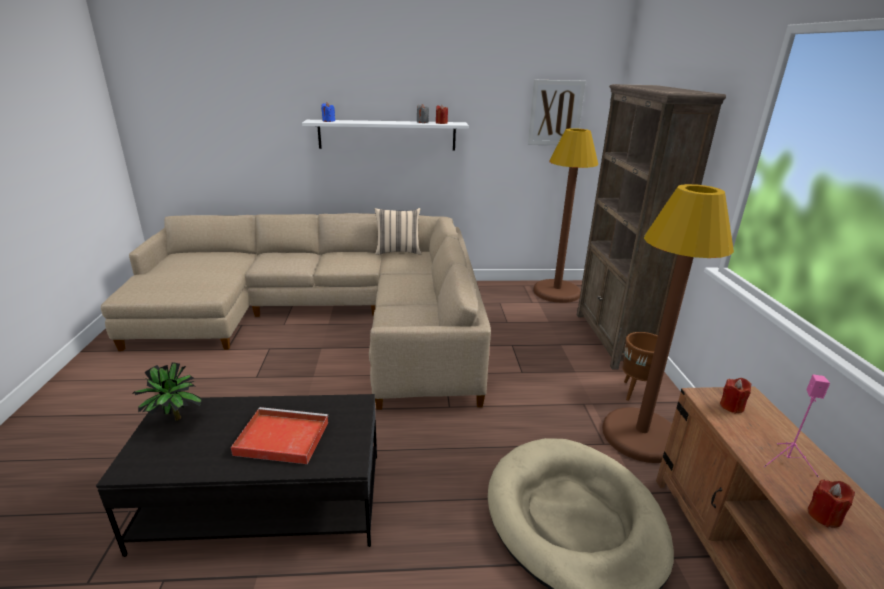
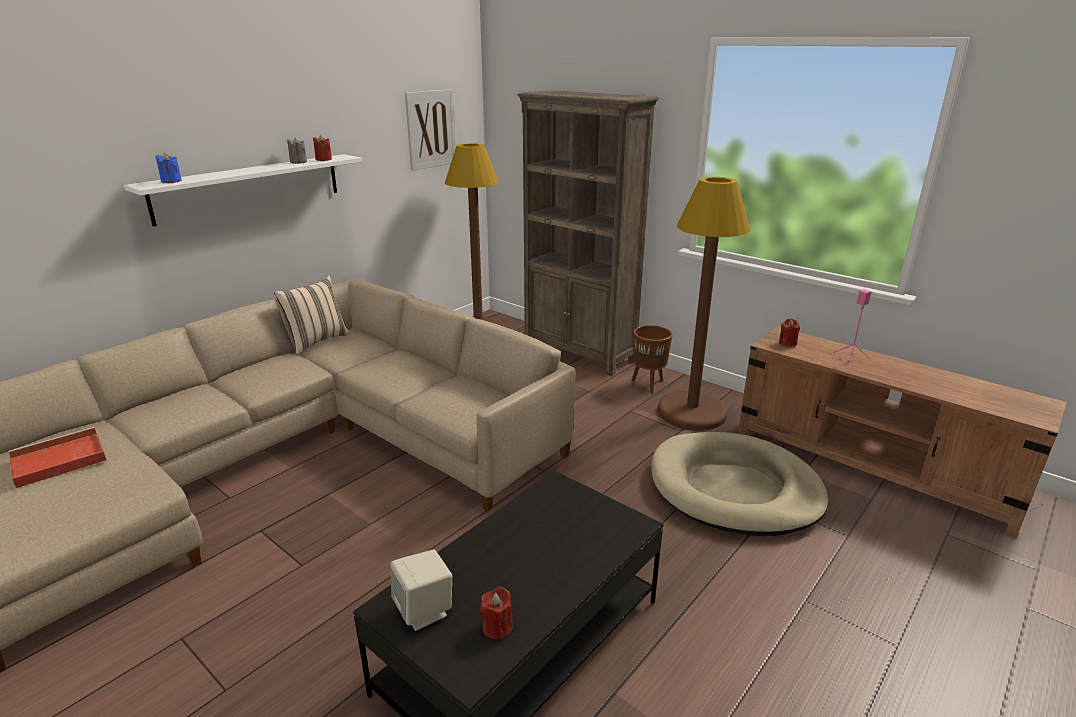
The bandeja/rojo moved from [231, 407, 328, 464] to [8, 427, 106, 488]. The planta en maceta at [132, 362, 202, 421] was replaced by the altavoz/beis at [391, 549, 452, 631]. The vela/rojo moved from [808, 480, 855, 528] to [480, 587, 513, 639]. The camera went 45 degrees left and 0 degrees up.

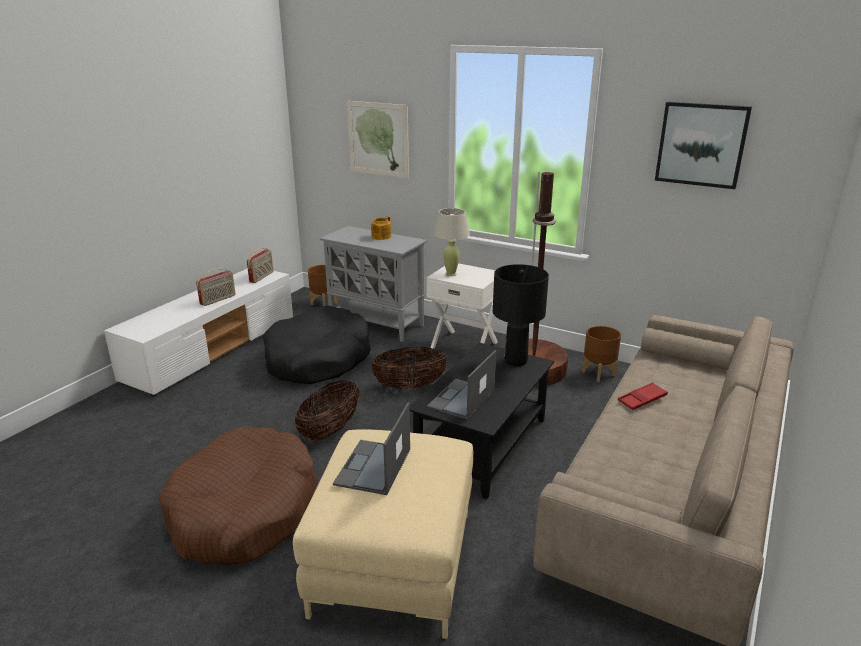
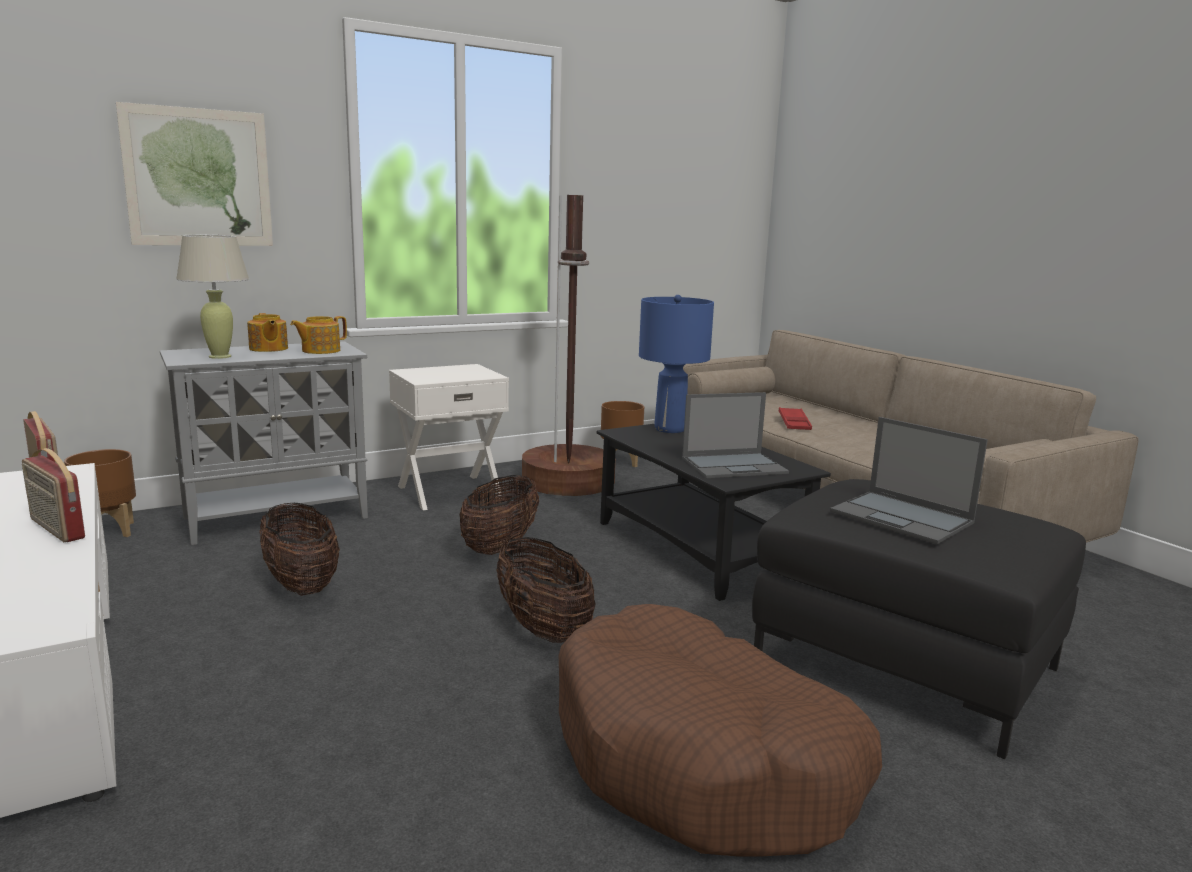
The radio at [196, 269, 236, 306] turned 150 degrees clockwise. The lámpara de mesa/beis moved from [434, 208, 470, 276] to [176, 235, 249, 359]. The cama para perro/negro at [263, 305, 371, 384] was replaced by the cesta at [260, 503, 340, 596]. The tetera at [290, 316, 347, 354] appeared. The lámpara de mesa/negro at [493, 264, 549, 366] became the lámpara de mesa/azul at [639, 295, 714, 433]. The portátil at [427, 350, 497, 420] turned 75 degrees counterclockwise. The puf/beis at [293, 429, 474, 639] became the puf/negro at [752, 479, 1086, 759]. The cuadro at [655, 102, 752, 189] disappeared. The camera went 60 degrees left and 10 degrees down.

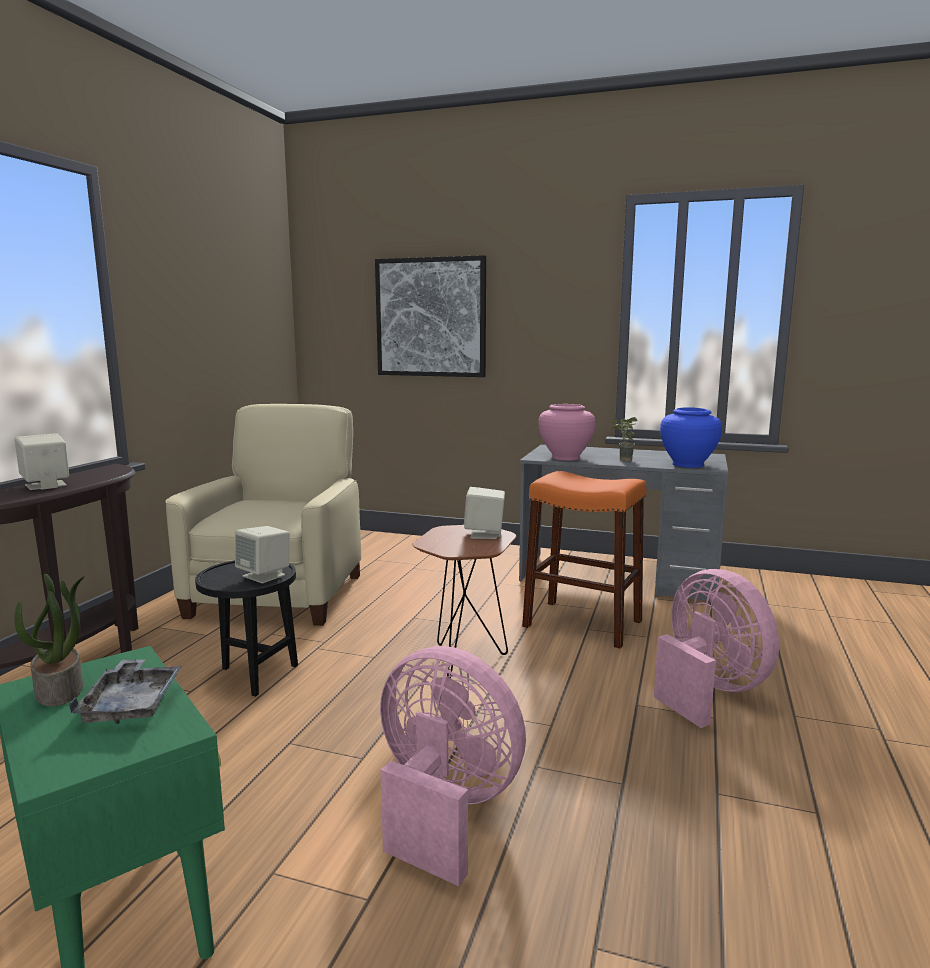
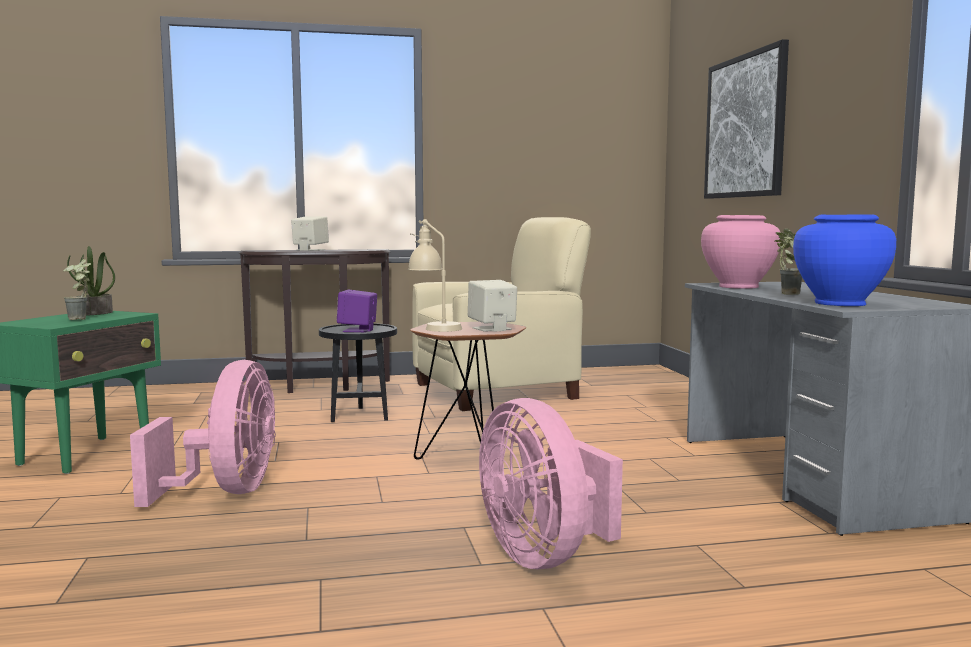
The bandeja/gris at [69, 659, 182, 724] was replaced by the planta en maceta at [63, 259, 91, 320]. The altavoz/beis at [235, 526, 290, 583] became the altavoz/morado at [337, 290, 377, 332]. The lámpara de mesa/beis at [408, 219, 462, 332] appeared. The ventilador/rosa at [654, 569, 779, 728] turned 120 degrees clockwise. The taburete/naranja at [522, 471, 646, 649] disappeared. The camera went 60 degrees right and 5 degrees down.

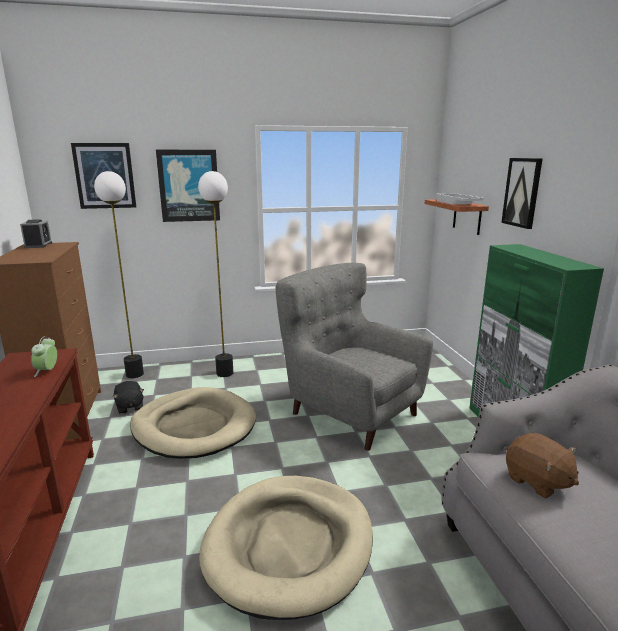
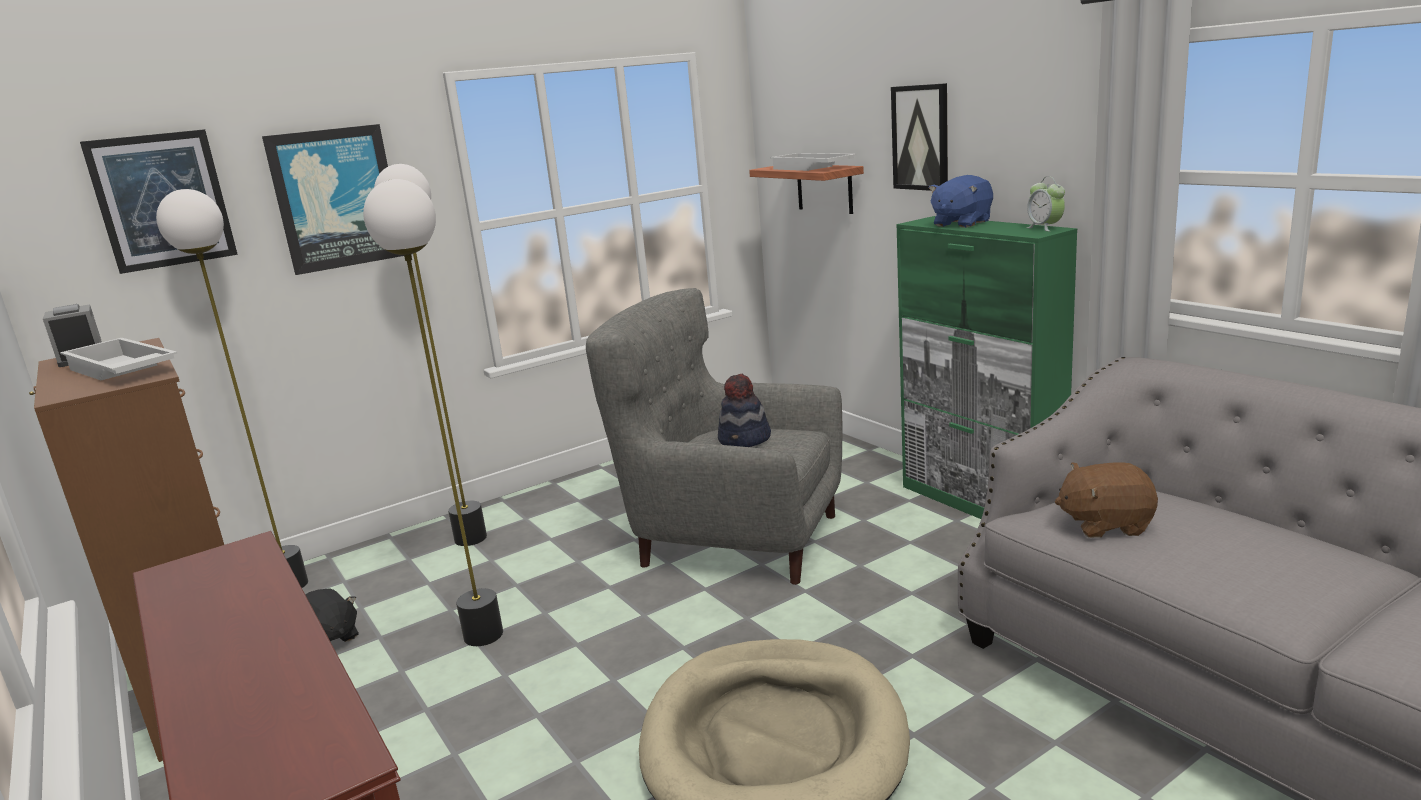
The bandeja/blanco at [60, 338, 178, 380] appeared. The cama para perro/beis at [130, 387, 256, 459] was replaced by the lámpara de pie at [363, 179, 503, 646]. The sombrero at [718, 374, 771, 447] appeared. The peluche/azul at [929, 175, 993, 228] appeared. The despertador moved from [31, 336, 57, 377] to [1026, 177, 1065, 231]. The peluche/marrón at [506, 433, 579, 498] turned 150 degrees clockwise. The camera went 20 degrees left and 0 degrees up.

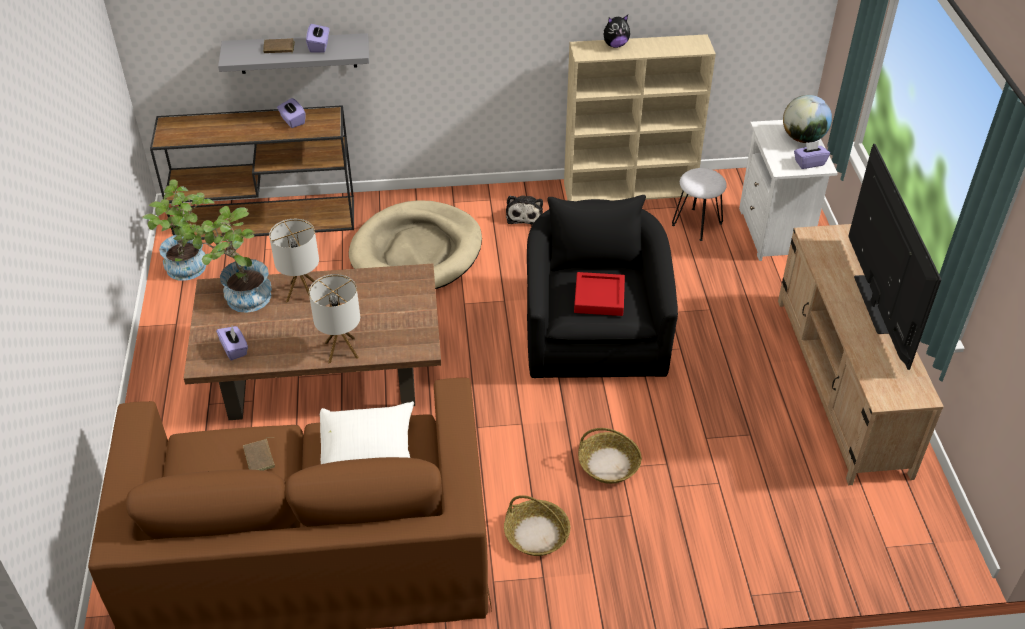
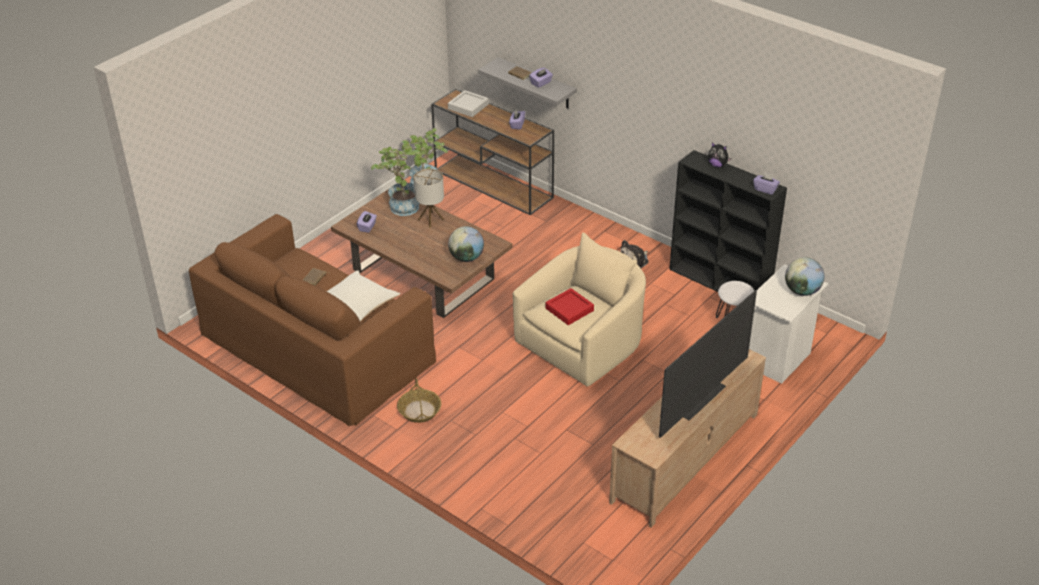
The bandeja/gris at [448, 90, 489, 117] appeared. The globo terráqueo at [448, 226, 484, 262] appeared. The sillón/negro at [527, 195, 678, 378] became the sillón/beis at [513, 233, 646, 387]. The estantería/beis at [564, 34, 716, 201] became the estantería/negro at [669, 150, 787, 292]. The caja de pañuelos/morado moved from [794, 141, 830, 169] to [753, 172, 780, 195]. The lámpara de mesa at [309, 274, 360, 363] disappeared. The cama para perro/beis at [349, 200, 482, 289] disappeared. The cesta at [578, 428, 642, 484] disappeared. The camera went 45 degrees right and 5 degrees down.

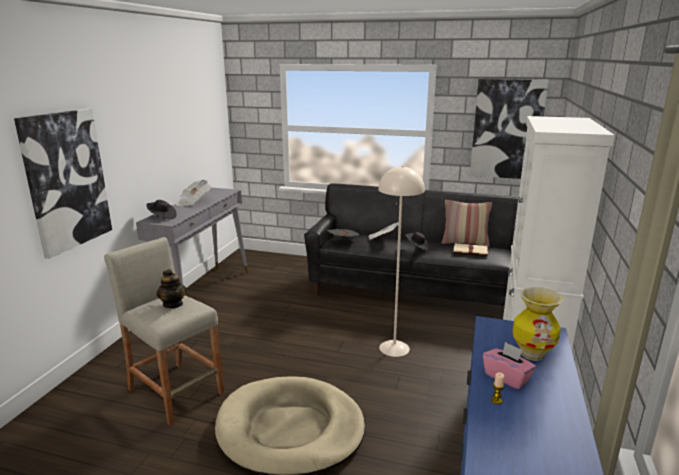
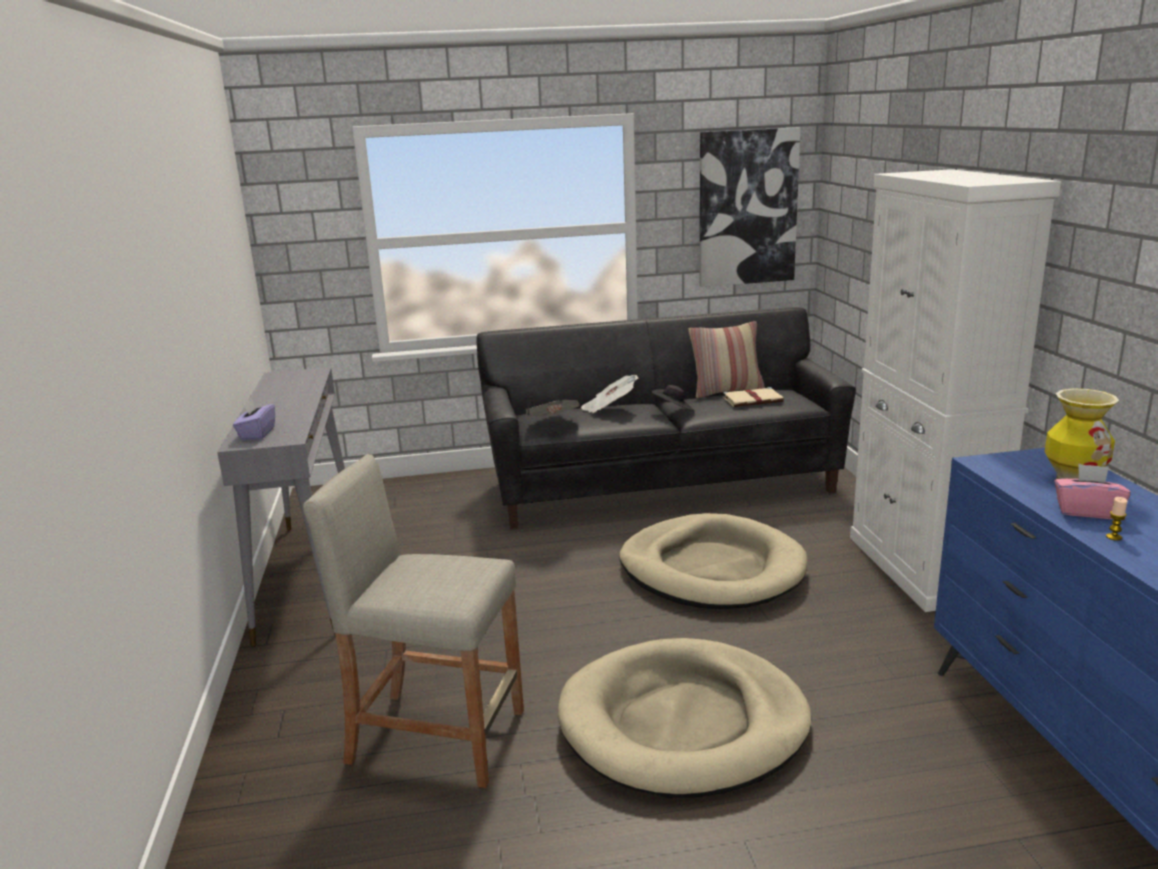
The sombrero/negro at [146, 200, 177, 219] was replaced by the caja de pañuelos/morado at [233, 398, 275, 440]. The lámpara de pie/beis at [378, 166, 425, 357] was replaced by the cama para perro/beis at [619, 513, 808, 609]. The cuadro at [14, 109, 112, 259] disappeared. The tetera at [156, 269, 186, 308] disappeared. The periódico at [176, 180, 211, 206] disappeared. The camera went 25 degrees left and 0 degrees up.

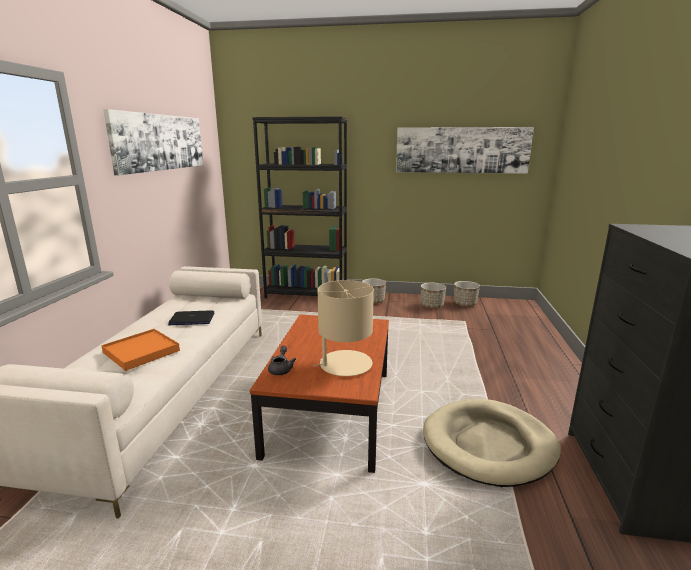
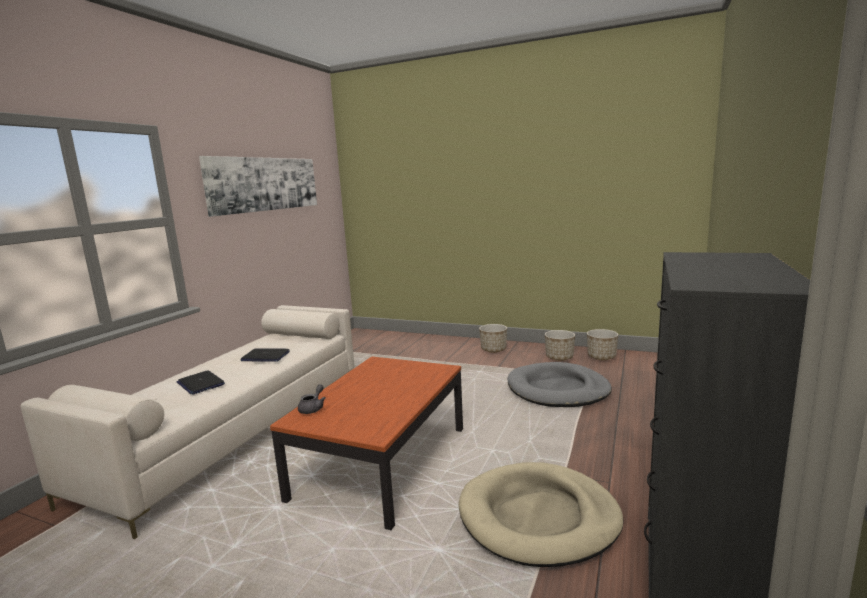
The bandeja/naranja at [101, 329, 180, 371] was replaced by the portátil at [177, 370, 225, 394]. The cama para perro/gris at [508, 362, 612, 407] appeared. The estantería/negro at [252, 116, 347, 298] disappeared. The lámpara de mesa/beis at [313, 280, 374, 376] disappeared. The cuadro at [396, 127, 534, 174] disappeared. The camera went 15 degrees right and 5 degrees down.

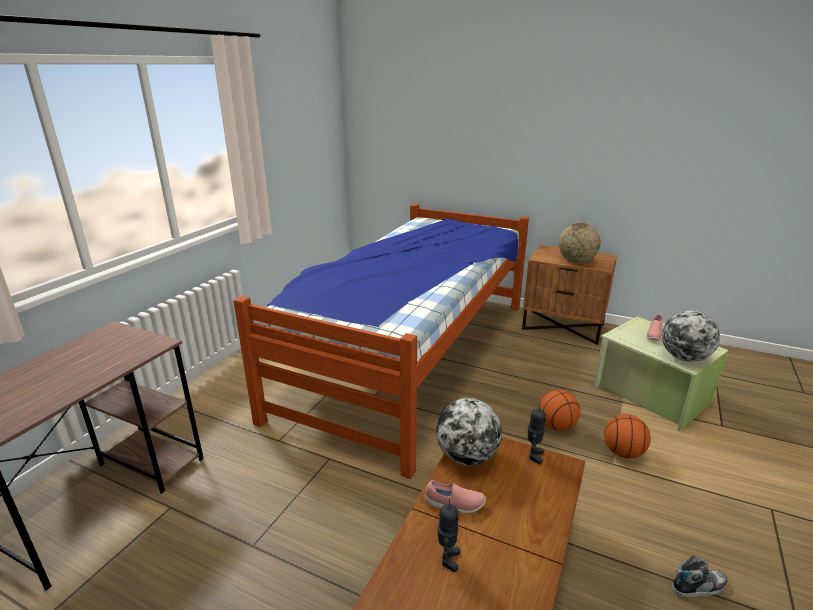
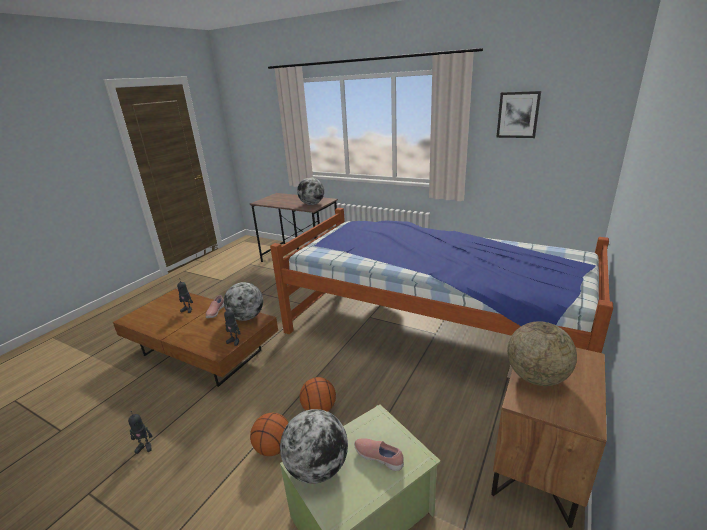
The zapato at [672, 555, 728, 598] was replaced by the robot de juguete at [128, 411, 152, 454]. The globo terráqueo at [297, 177, 324, 205] appeared. The cuadro at [496, 91, 541, 138] appeared. The camera went 95 degrees right and 0 degrees up.

